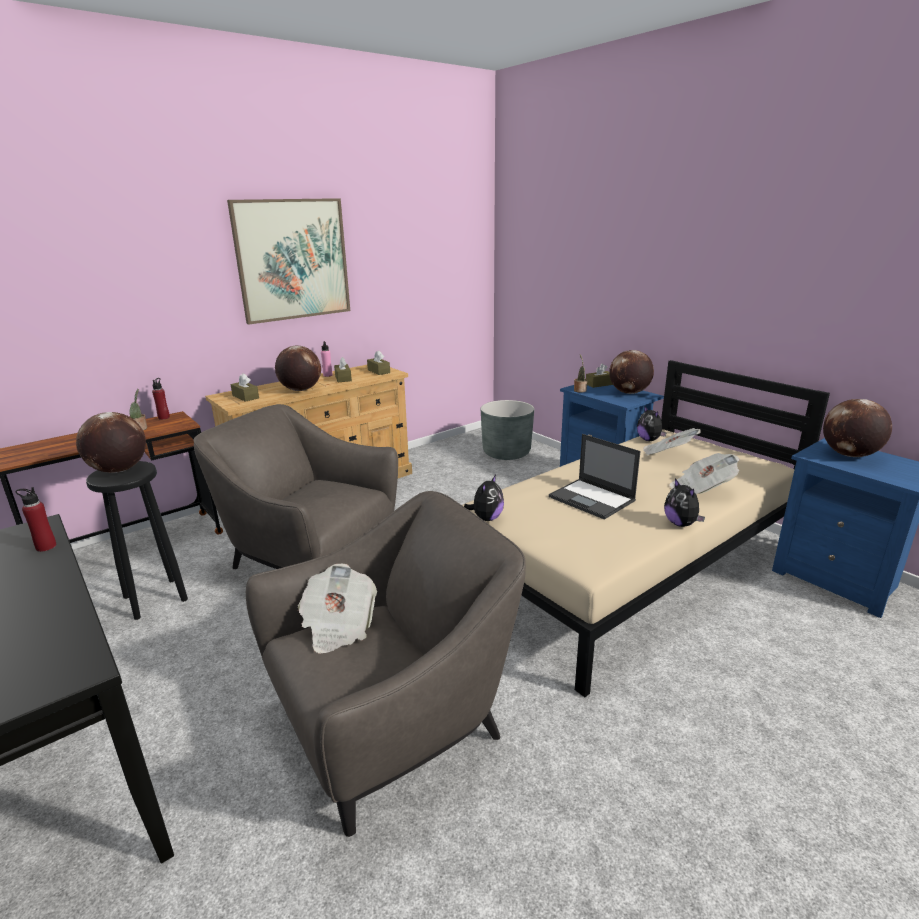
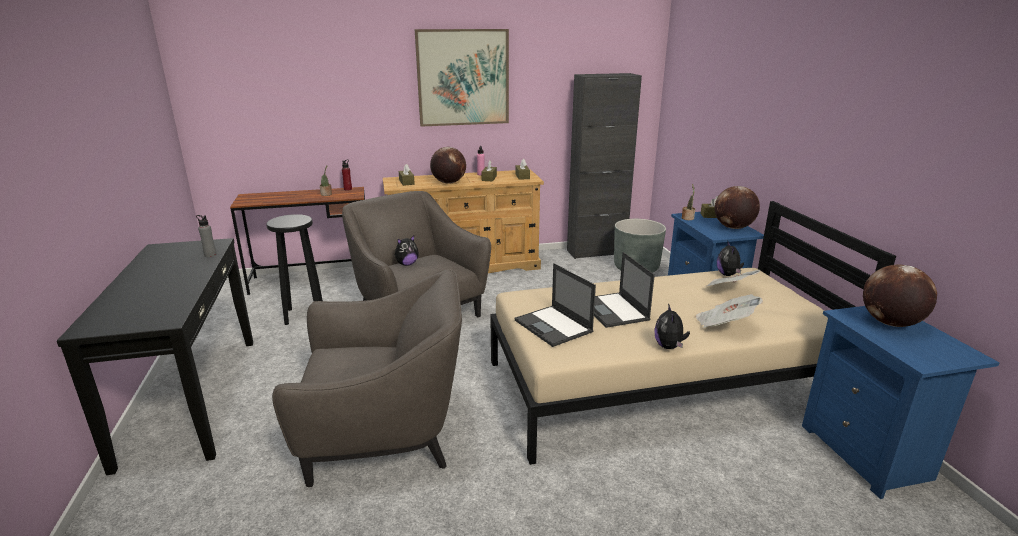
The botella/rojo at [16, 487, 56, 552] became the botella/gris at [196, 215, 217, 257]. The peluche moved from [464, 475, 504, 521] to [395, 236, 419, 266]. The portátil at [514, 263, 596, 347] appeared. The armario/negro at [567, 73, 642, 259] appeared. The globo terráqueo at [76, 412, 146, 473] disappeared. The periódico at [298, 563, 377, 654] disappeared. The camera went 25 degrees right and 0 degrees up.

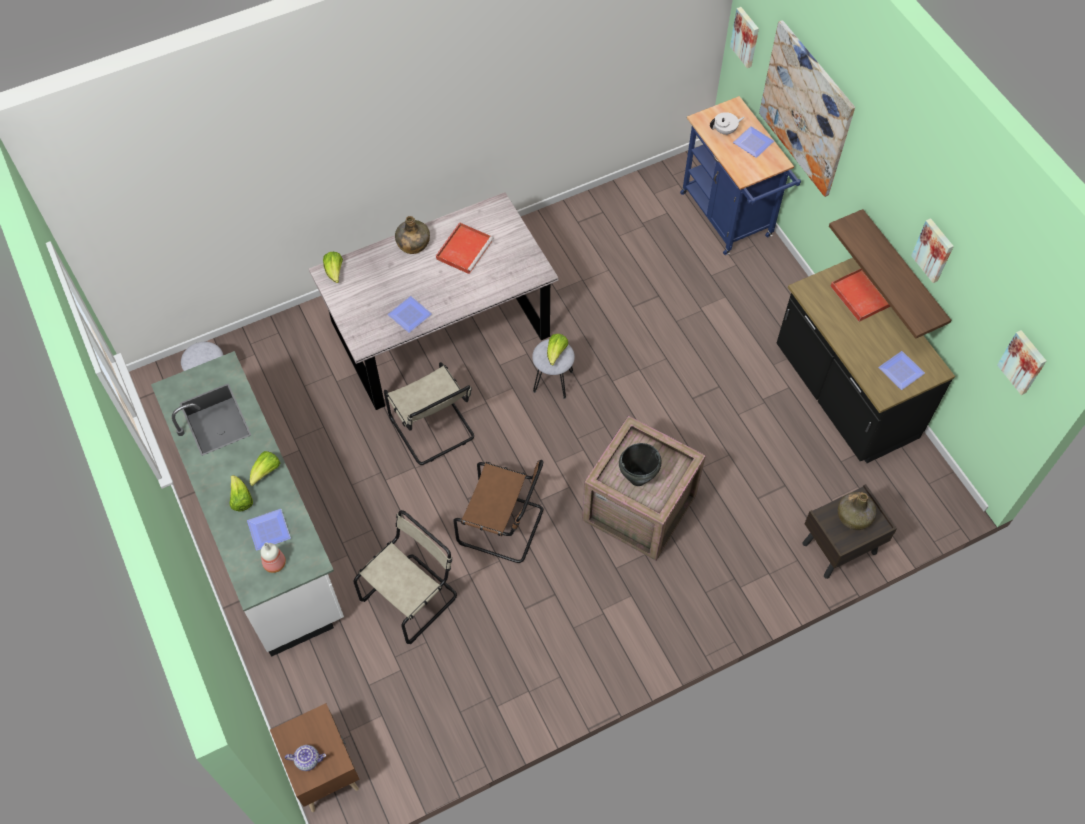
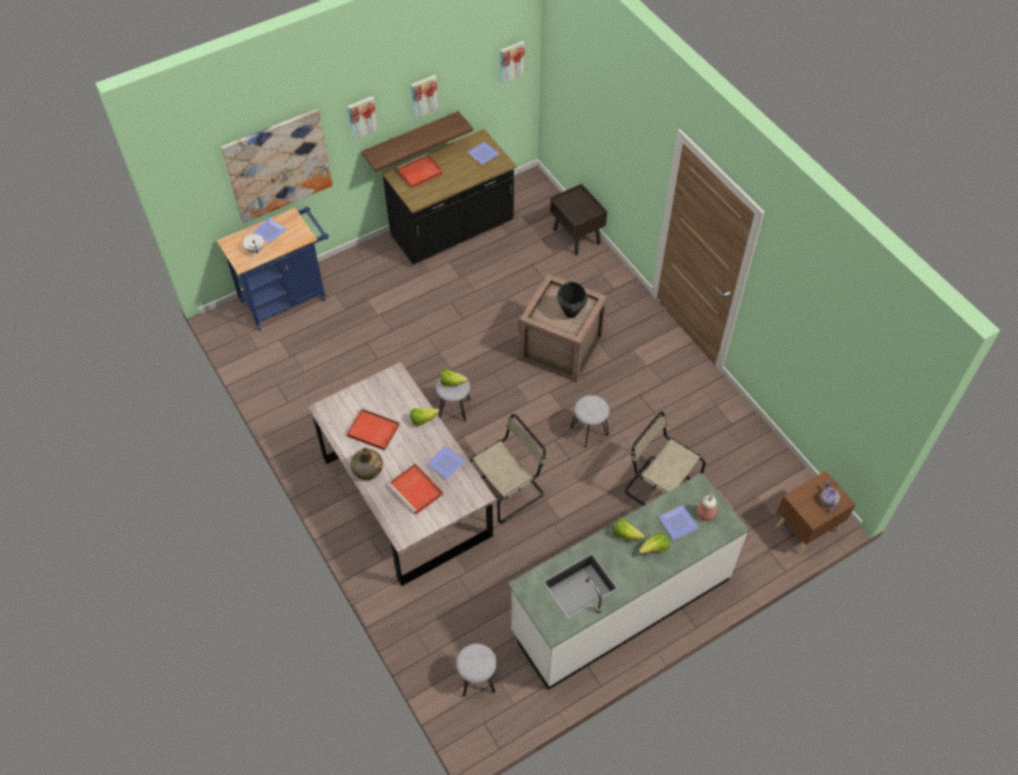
The cuadro moved from [730, 7, 759, 68] to [347, 96, 378, 140]. The bandeja/rojo at [388, 463, 443, 514] appeared. The lechuga moved from [323, 252, 343, 283] to [410, 408, 440, 426]. The silla/marrón at [453, 460, 543, 563] was replaced by the taburete/gris at [571, 395, 609, 448]. The botella/verde at [838, 492, 877, 530] disappeared. The camera went 95 degrees left and 5 degrees down.

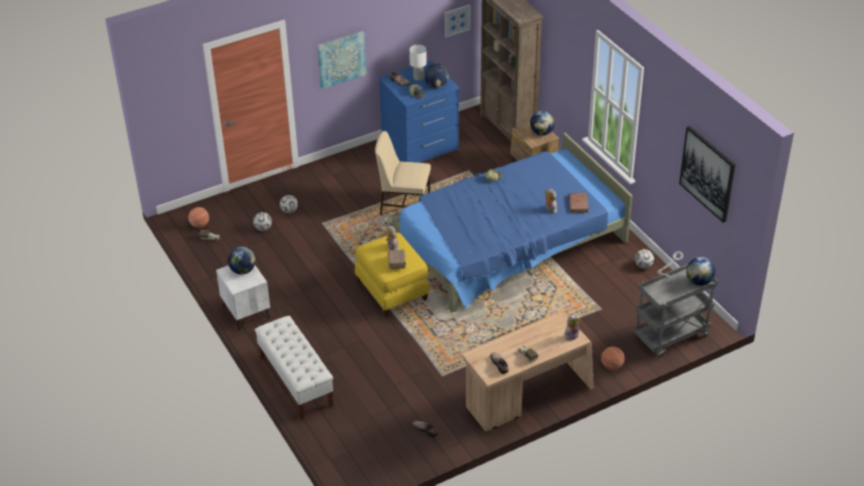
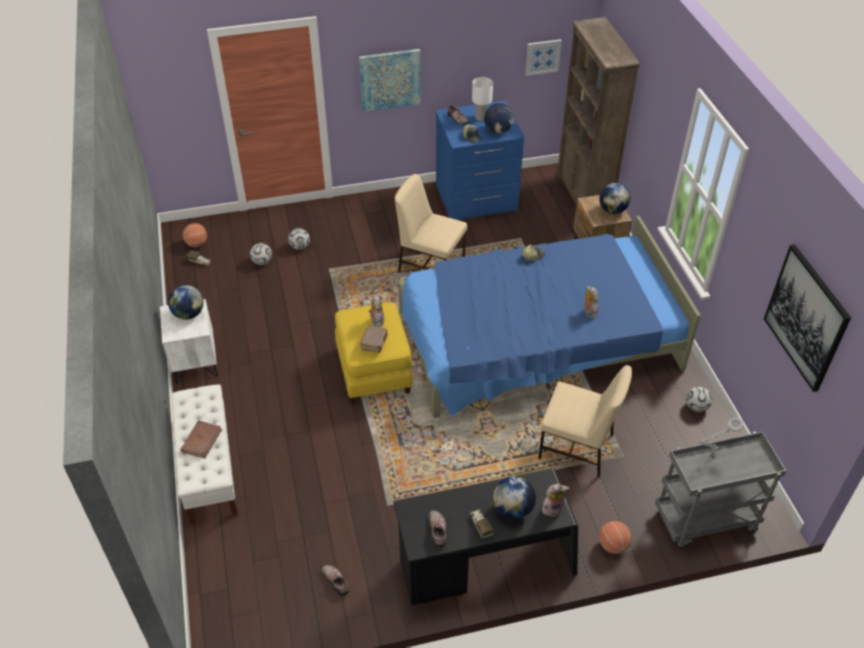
The libro/marrón moved from [569, 193, 589, 213] to [180, 420, 222, 458]. The escritorio/beis at [462, 312, 594, 432] became the escritorio/negro at [393, 468, 578, 605]. The globo terráqueo moved from [686, 257, 716, 286] to [493, 476, 536, 520]. The silla/beis at [538, 365, 632, 478] appeared. The camera went 15 degrees right and 5 degrees up.

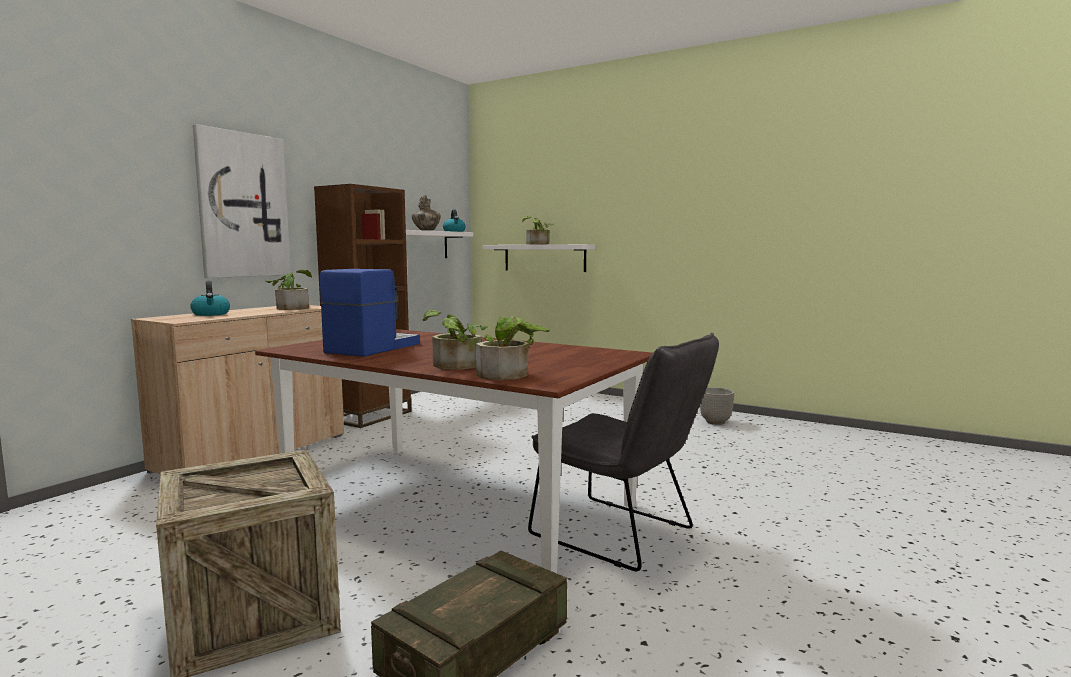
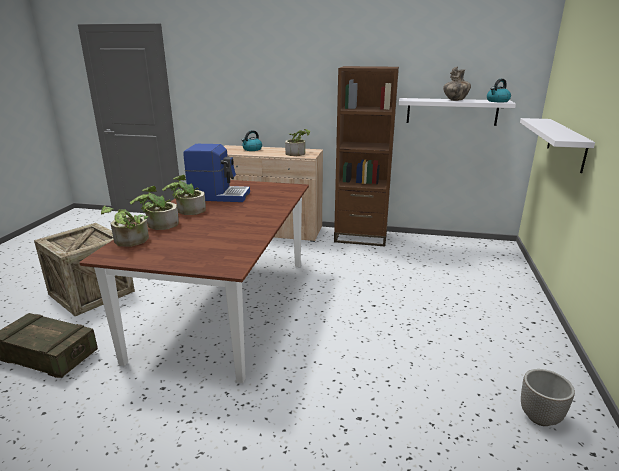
The planta en maceta moved from [522, 216, 553, 245] to [162, 175, 206, 215]. The cuadro at [193, 124, 291, 278] disappeared. The silla/gris at [528, 333, 719, 571] disappeared. The camera went 70 degrees right and 15 degrees up.

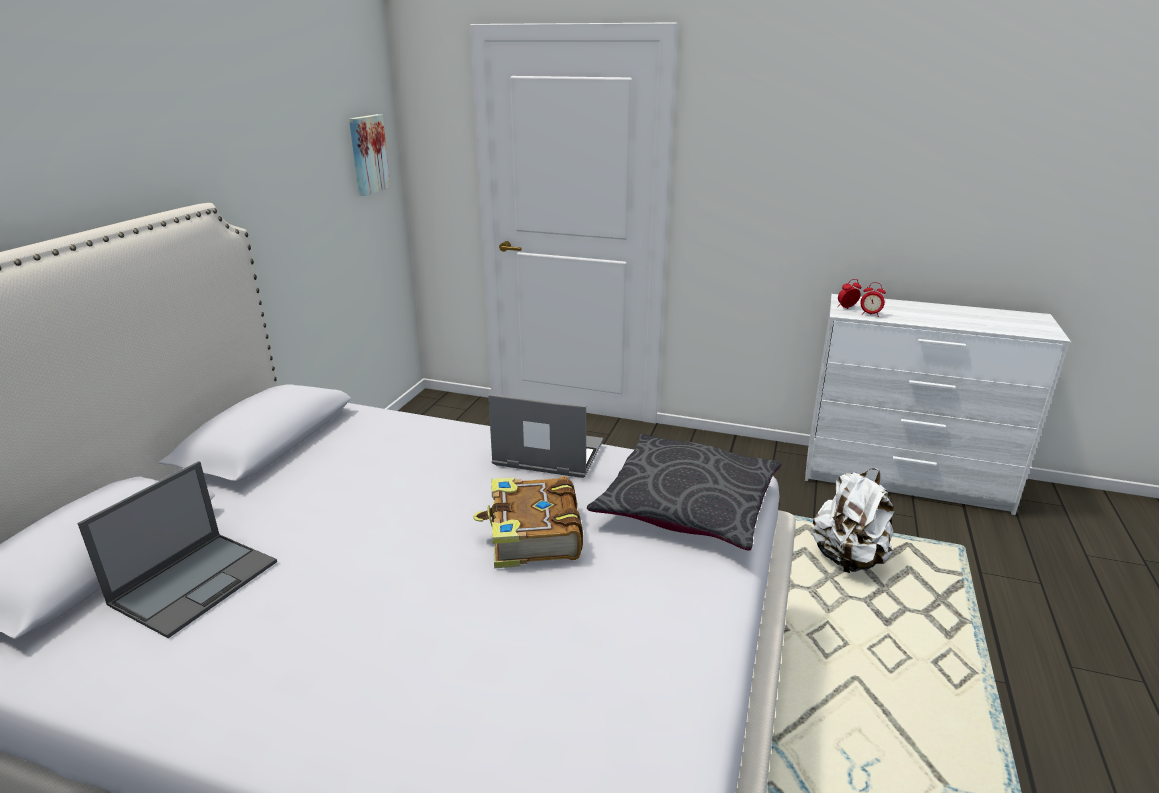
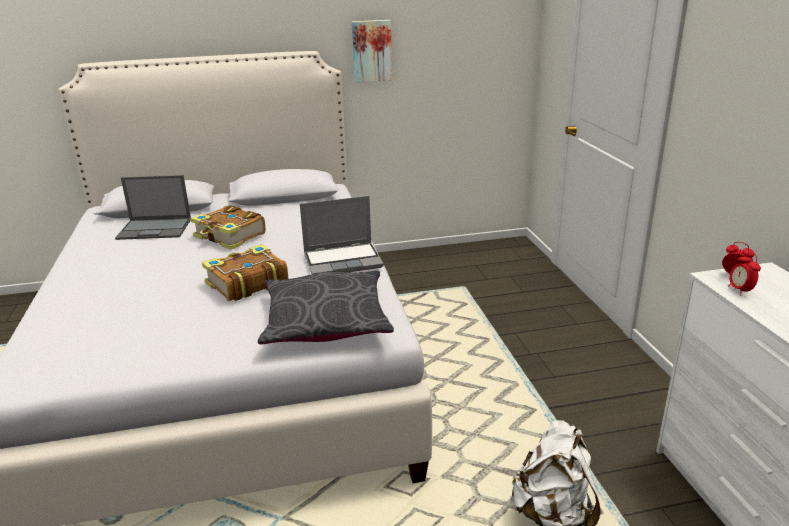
The libro at [190, 205, 266, 250] appeared. The portátil at [488, 394, 603, 478] turned 90 degrees clockwise. The cuadro moved from [349, 114, 391, 196] to [352, 20, 392, 83]. The camera went 60 degrees right and 0 degrees up.

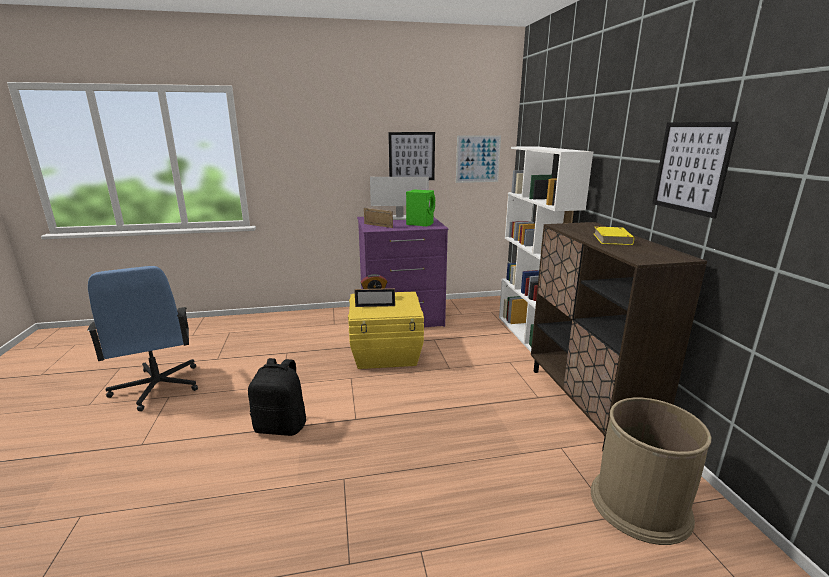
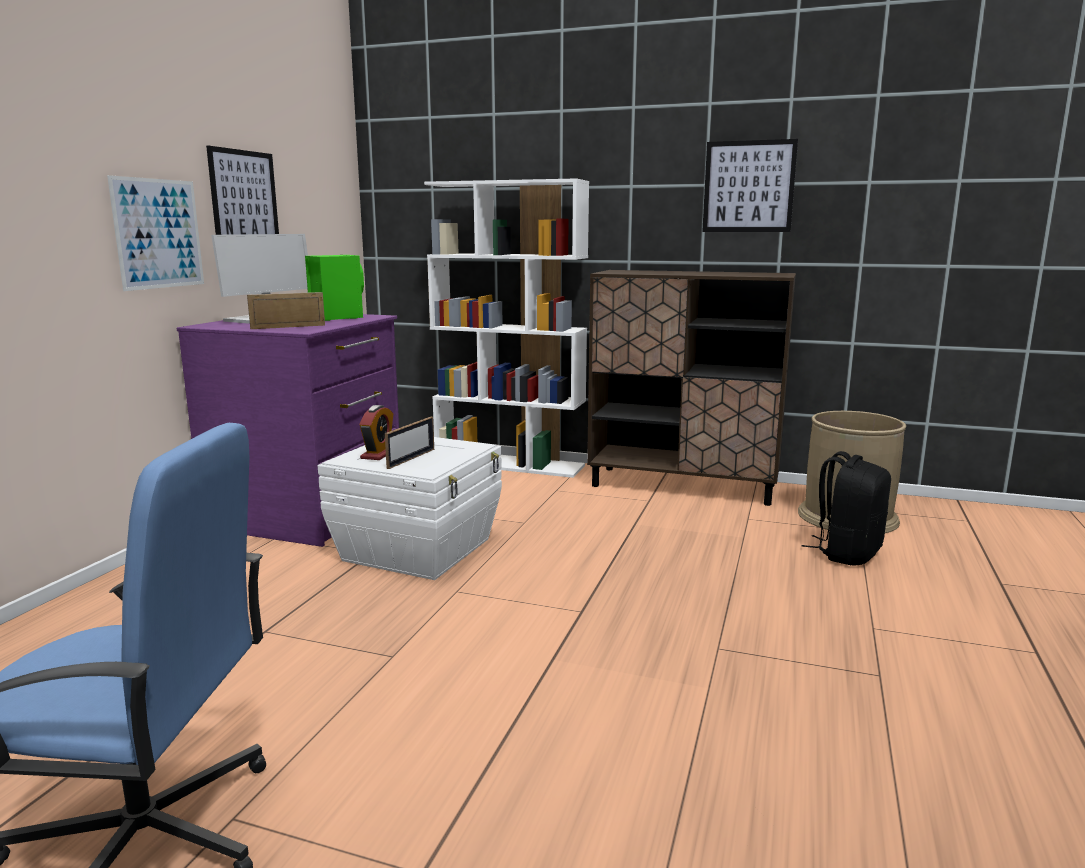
The cuadro moved from [456, 135, 501, 183] to [107, 175, 204, 291]. The caja de almacenaje/amarillo at [348, 292, 424, 369] became the caja de almacenaje/blanco at [318, 437, 502, 580]. The mochila/negro moved from [248, 358, 306, 436] to [801, 451, 891, 565]. The libro/amarillo at [594, 226, 634, 245] disappeared. The camera went 60 degrees left and 5 degrees down.

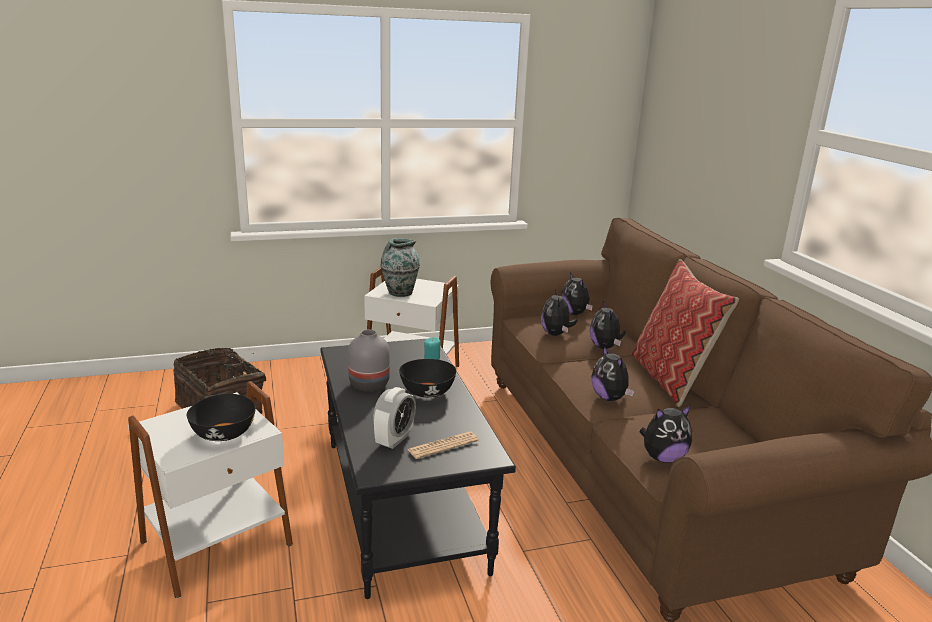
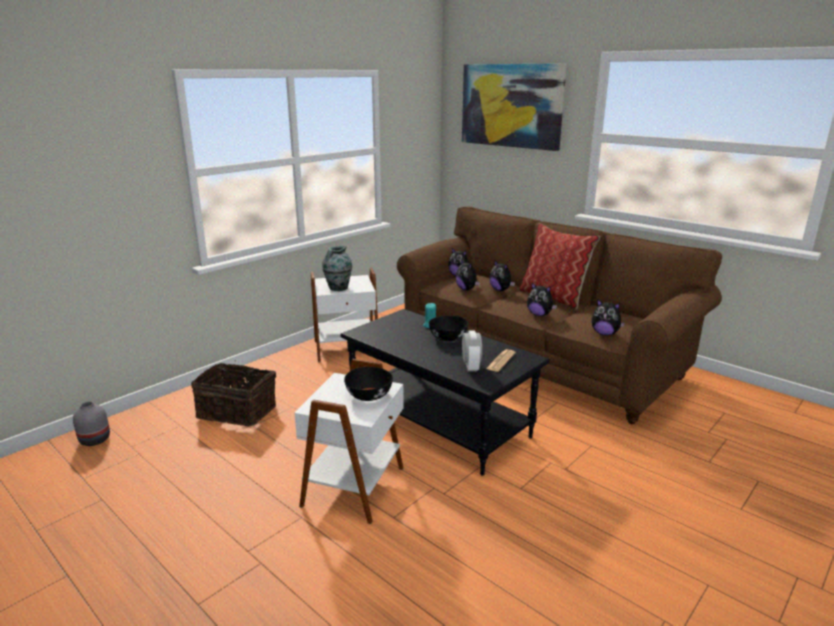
The florero/gris moved from [348, 330, 390, 391] to [73, 402, 110, 446]. The cuadro at [462, 63, 567, 151] appeared. The peluche at [639, 405, 692, 463] turned 75 degrees clockwise. The camera went 30 degrees left and 0 degrees up.

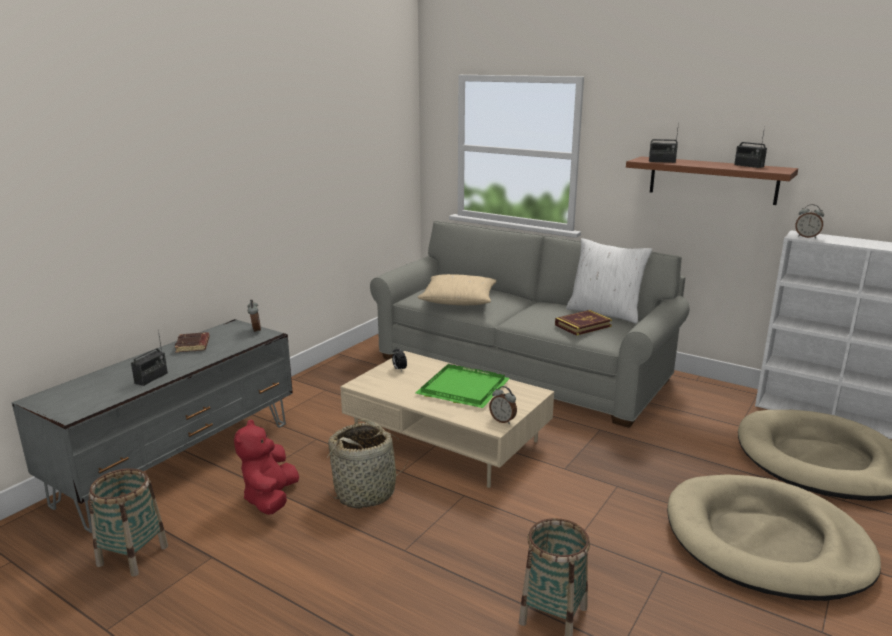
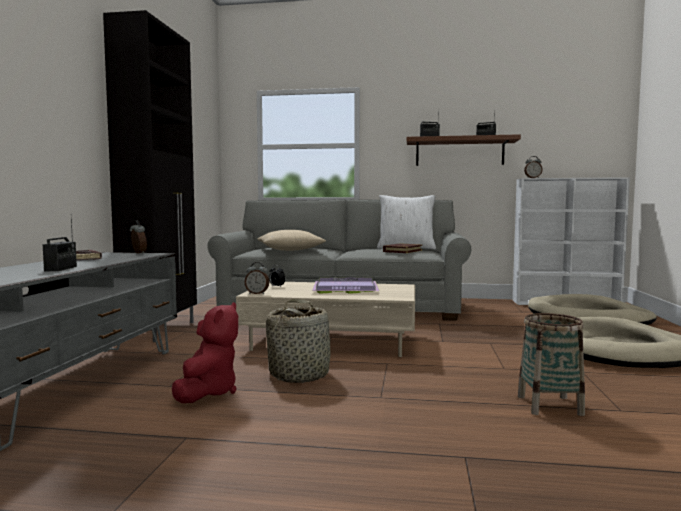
The armario/negro at [103, 10, 197, 342] appeared. The peluche/rojo at [234, 419, 299, 515] turned 150 degrees counterclockwise. The despertador moved from [489, 386, 517, 424] to [245, 262, 269, 294]. The bandeja/verde at [415, 364, 510, 408] became the bandeja/morado at [312, 277, 380, 294]. The cesta at [89, 468, 168, 577] disappeared. The camera went 25 degrees left and 15 degrees down.

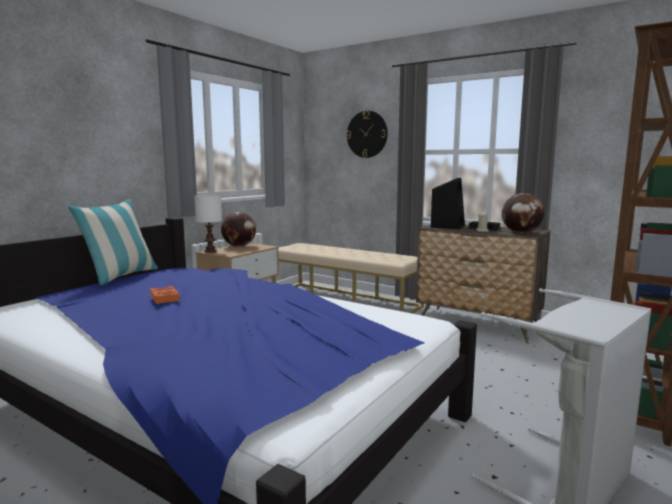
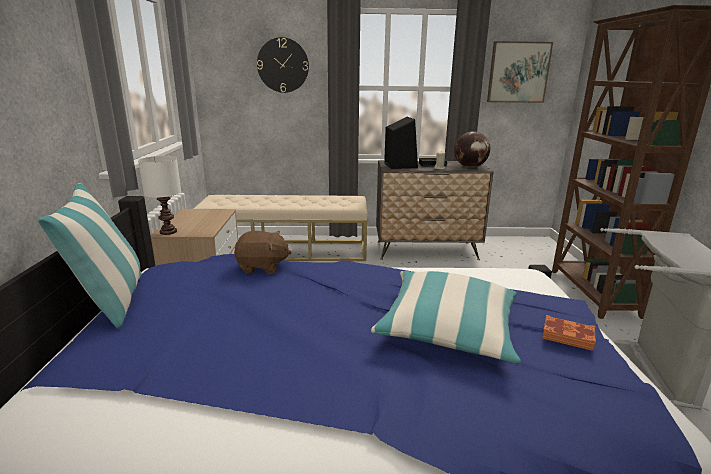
The peluche/marrón at [234, 231, 291, 274] appeared. The cojín at [371, 271, 521, 363] appeared. The cuadro at [487, 41, 553, 103] appeared. The libro/naranja moved from [150, 286, 180, 304] to [542, 315, 596, 351]. The globo terráqueo at [221, 212, 256, 247] disappeared. The camera went 35 degrees left and 10 degrees up.

